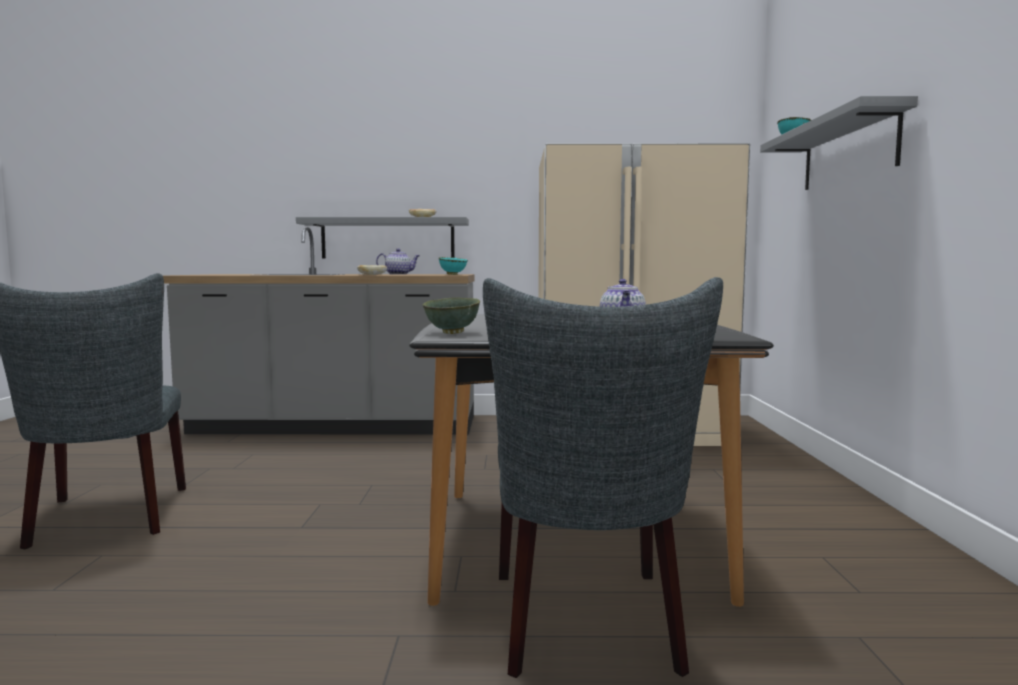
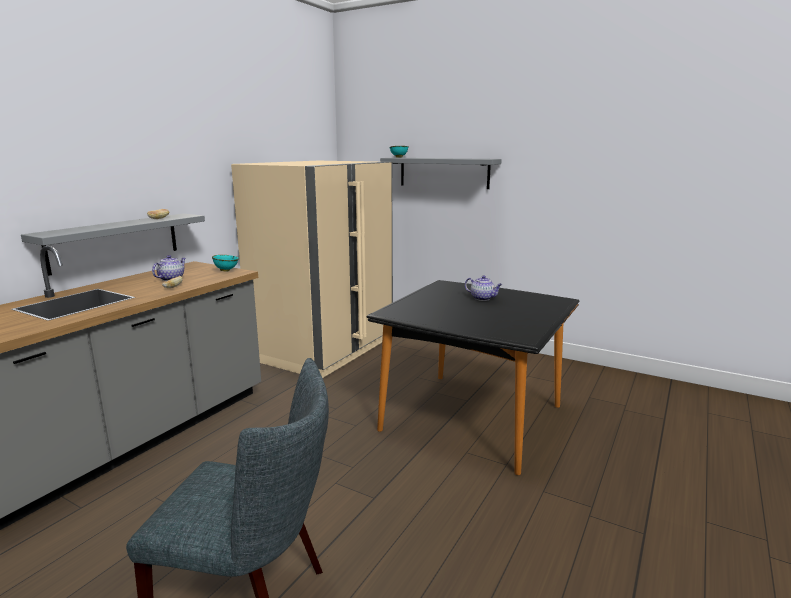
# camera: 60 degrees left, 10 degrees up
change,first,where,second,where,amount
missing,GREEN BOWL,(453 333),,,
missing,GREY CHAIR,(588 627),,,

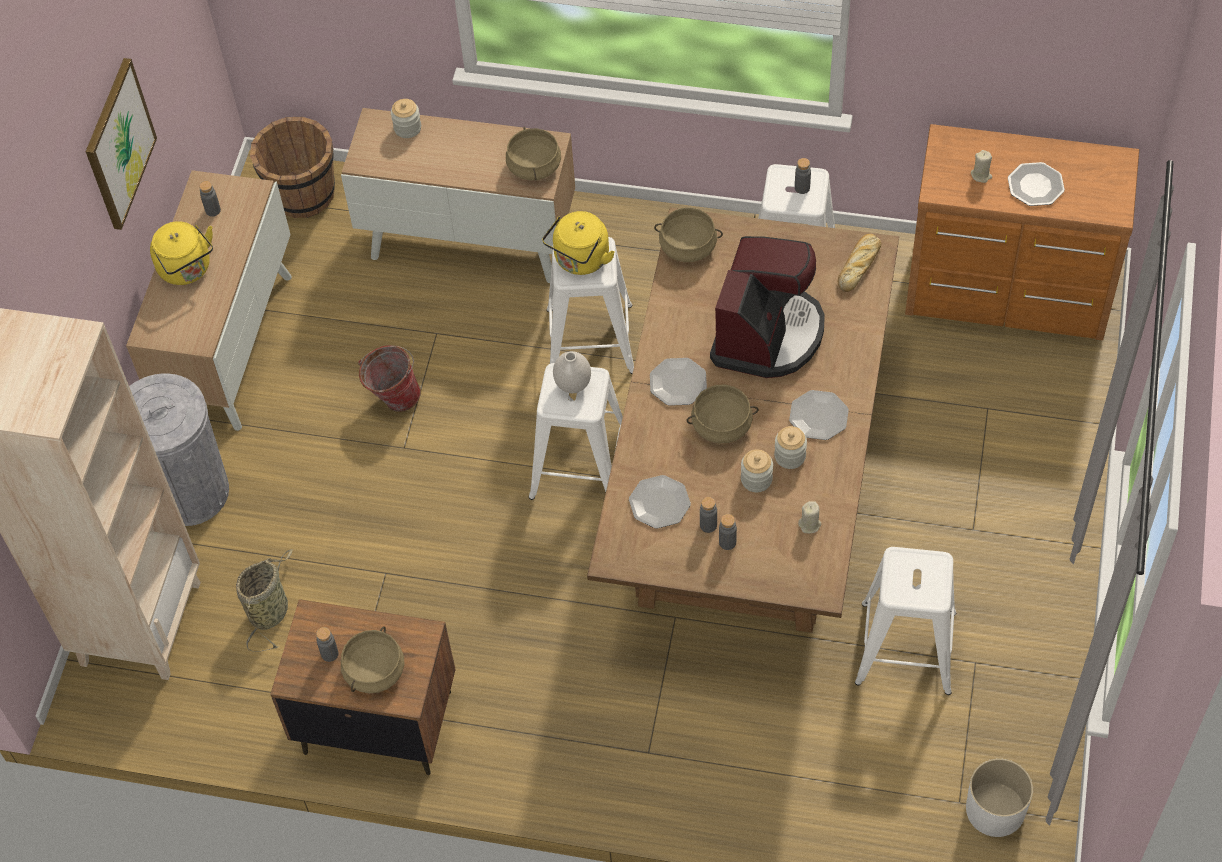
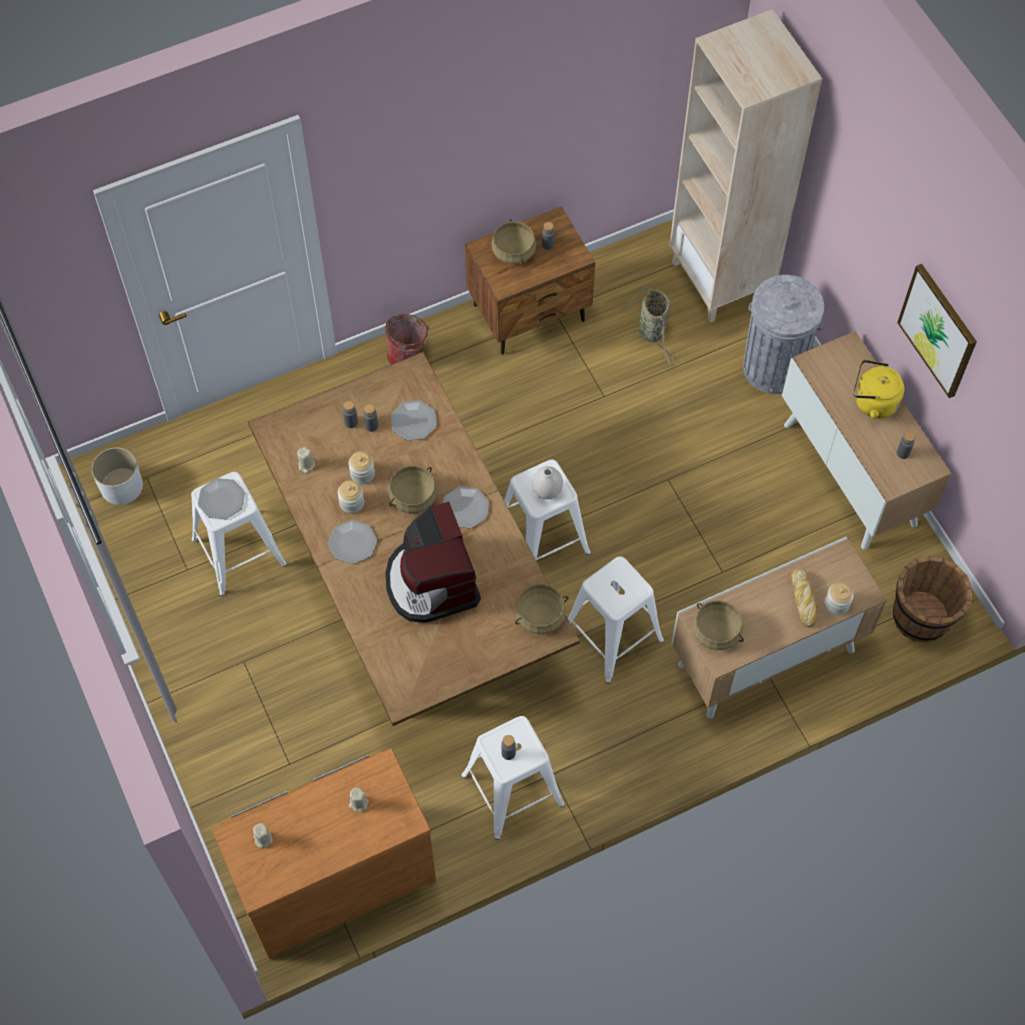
# camera: 140 degrees right, 5 degrees up
change,first,where,second,where,amount
relocated,BUCKET,(393 398),,(408 355),
missing,YELLOW KETTLE,(580 261),,,
relocated,BREAD,(859 264),,(803 600),
relocated,PLATE,(1035 185),,(221 499),
appeared,,,BEIGE CANDLE,(263 839),

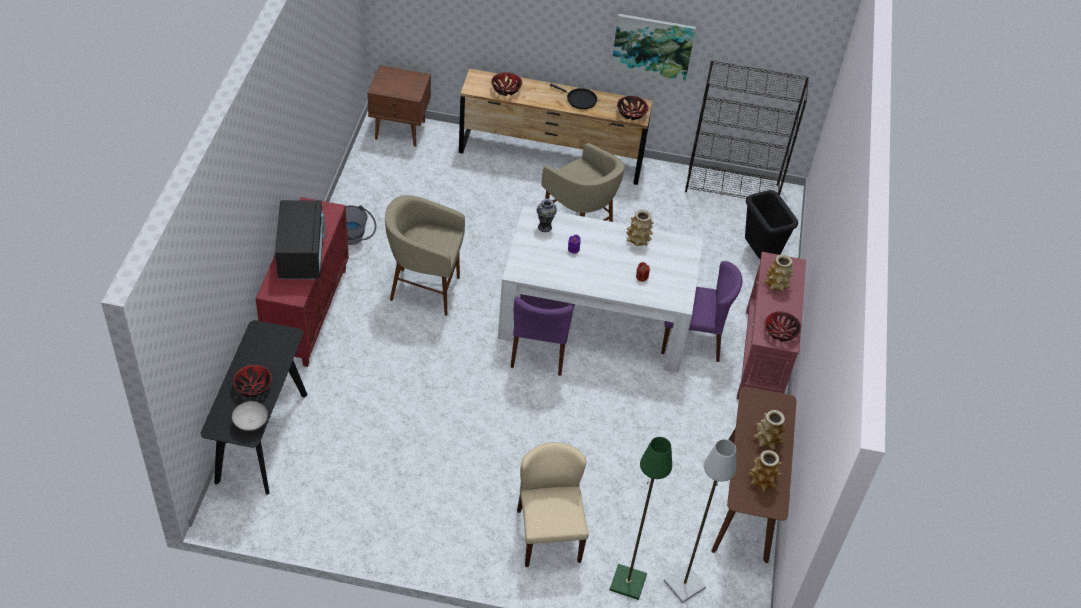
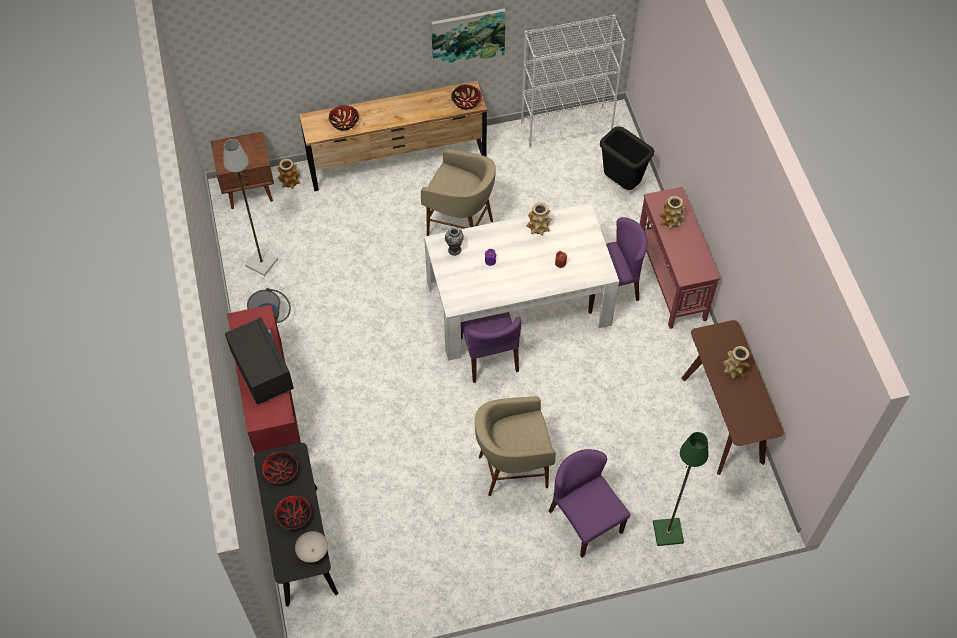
# camera: 20 degrees left, 10 degrees up
change,first,where,second,where,amount
relocated,BEIGE STOOL,(424 290),,(512 470),
colour,BEIGE CHAIR,(548 535),PURPLE CHAIR,(585 521),
missing,BLACK FRYING PAN,(579 100),,,
relocated,GREY FLOOR LAMP,(684 584),,(261 262),
colour,BLACK BOOKCASE,(732 188),WHITE BOOKCASE,(567 126),
relocated,VASE,(762 480),,(290 181),
relocated,BOWL,(780 332),,(281 472),

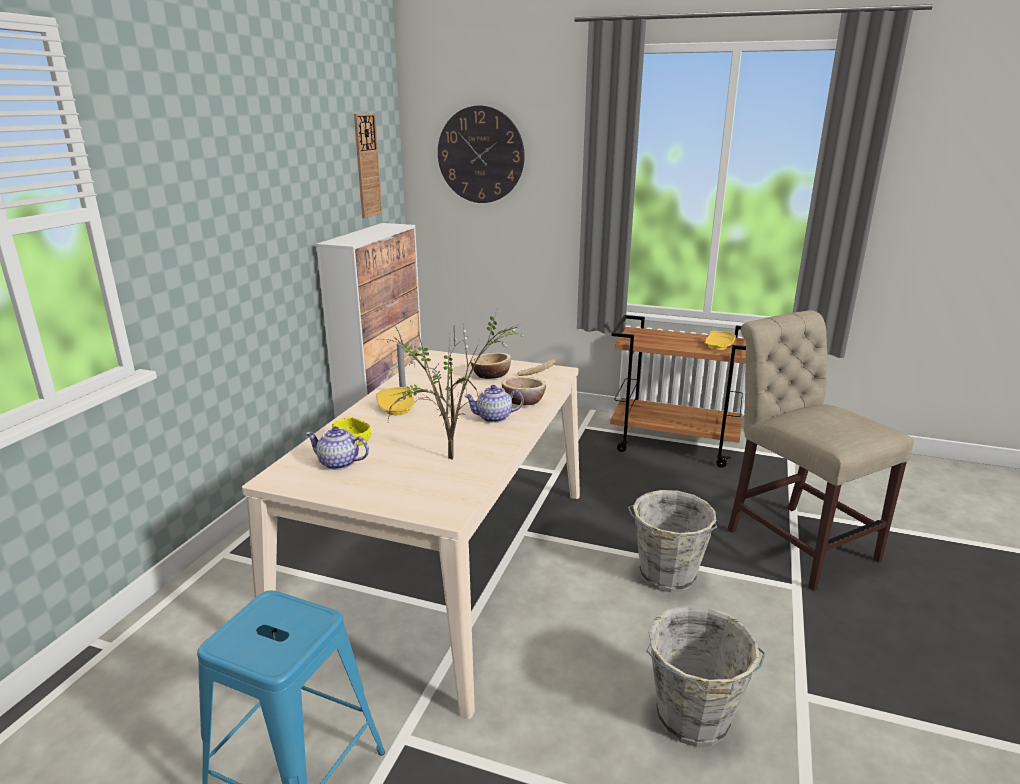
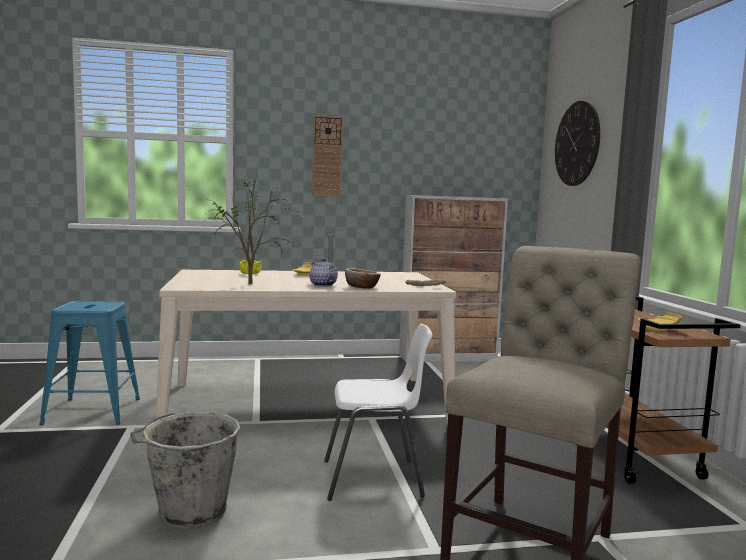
# camera: 60 degrees right, 15 degrees down
change,first,where,second,where,amount
missing,TEAPOT,(338 463),,,
relocated,WALL CLOCK,(367 165),,(327 156),
missing,BOWL,(491 375),,,
exchanged,GREY BUCKET,(666 576),WHITE CHAIR,(375 479),

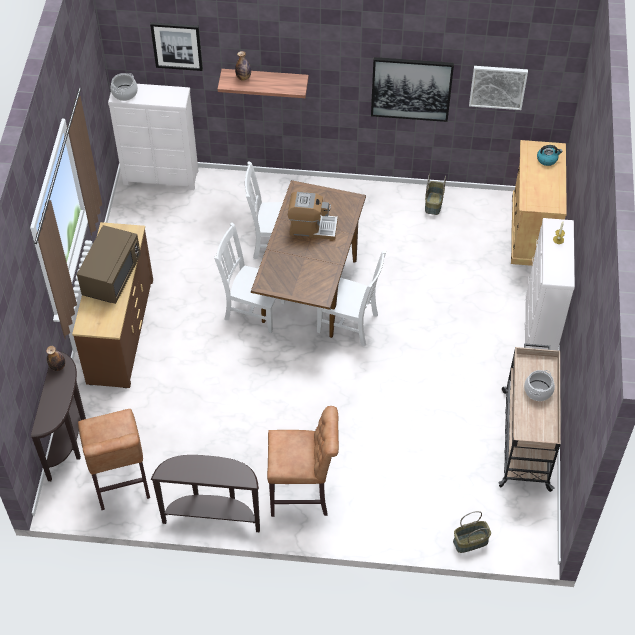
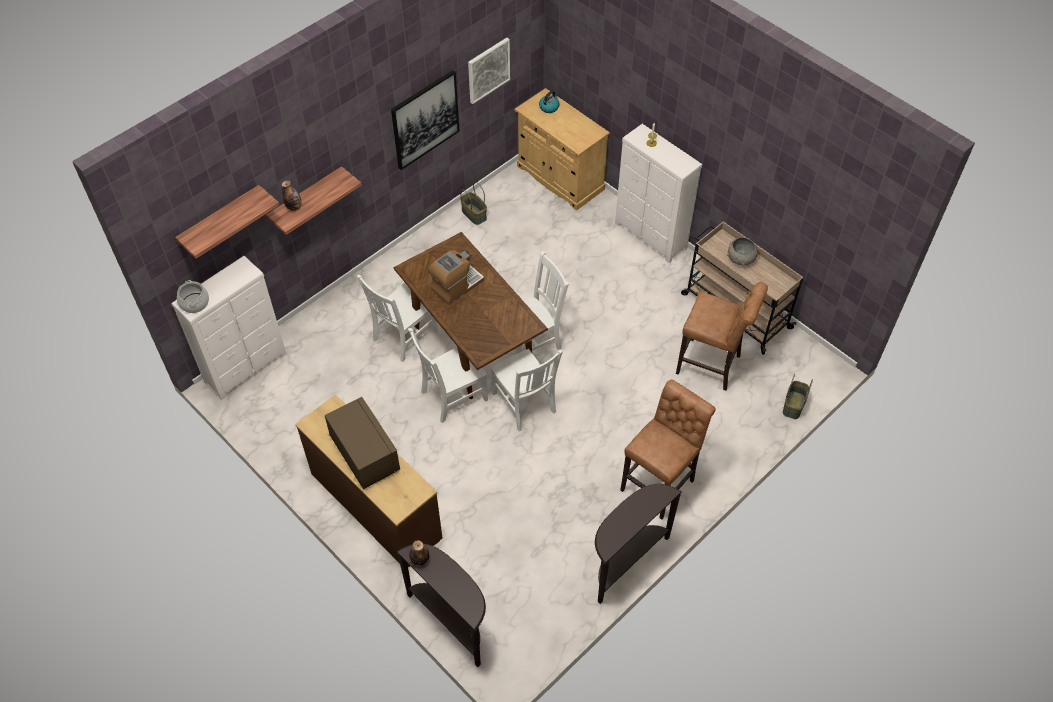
# camera: 50 degrees left, 0 degrees up
change,first,where,second,where,amount
relocated,BROWN STOOL,(121 484),,(711 366),
exchanged,PICTURE,(177 46),SHELF,(220 219),
exchanged,COOKING POT,(538 390),GREY BOWL,(741 259),
appeared,,,WHITE CHAIR,(524 404),

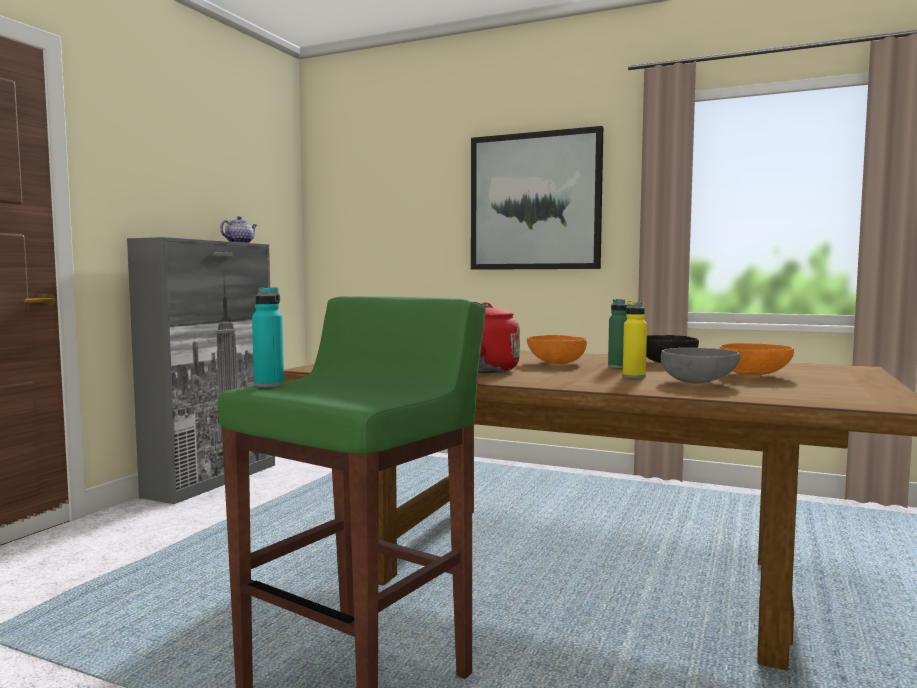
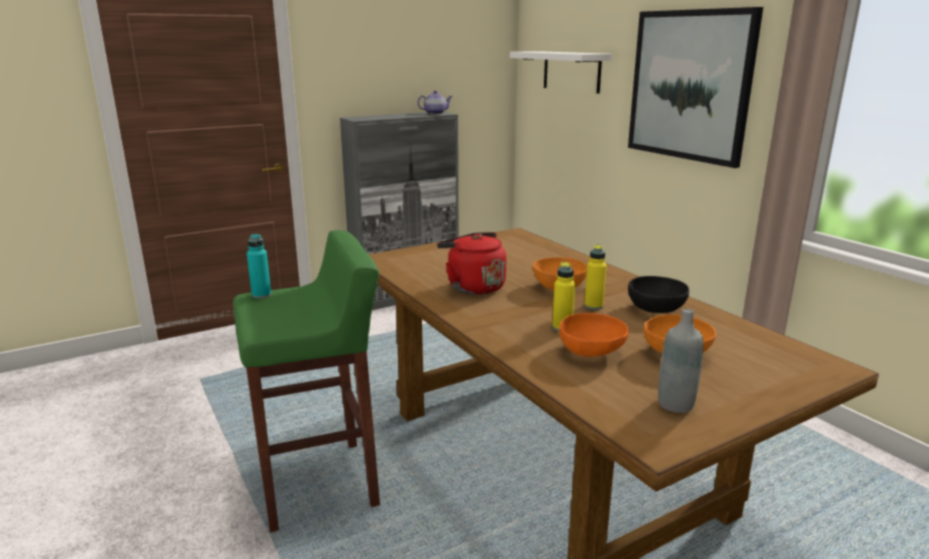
# camera: 35 degrees right, 15 degrees up
change,first,where,second,where,amount
colour,GREEN BOTTLE,(618 366),YELLOW BOTTLE,(593 306),
colour,GREY BOWL,(699 382),ORANGE BOWL,(592 352),
appeared,,,WHITE SHELF,(571 71),
appeared,,,GREY BOTTLE,(675 404),

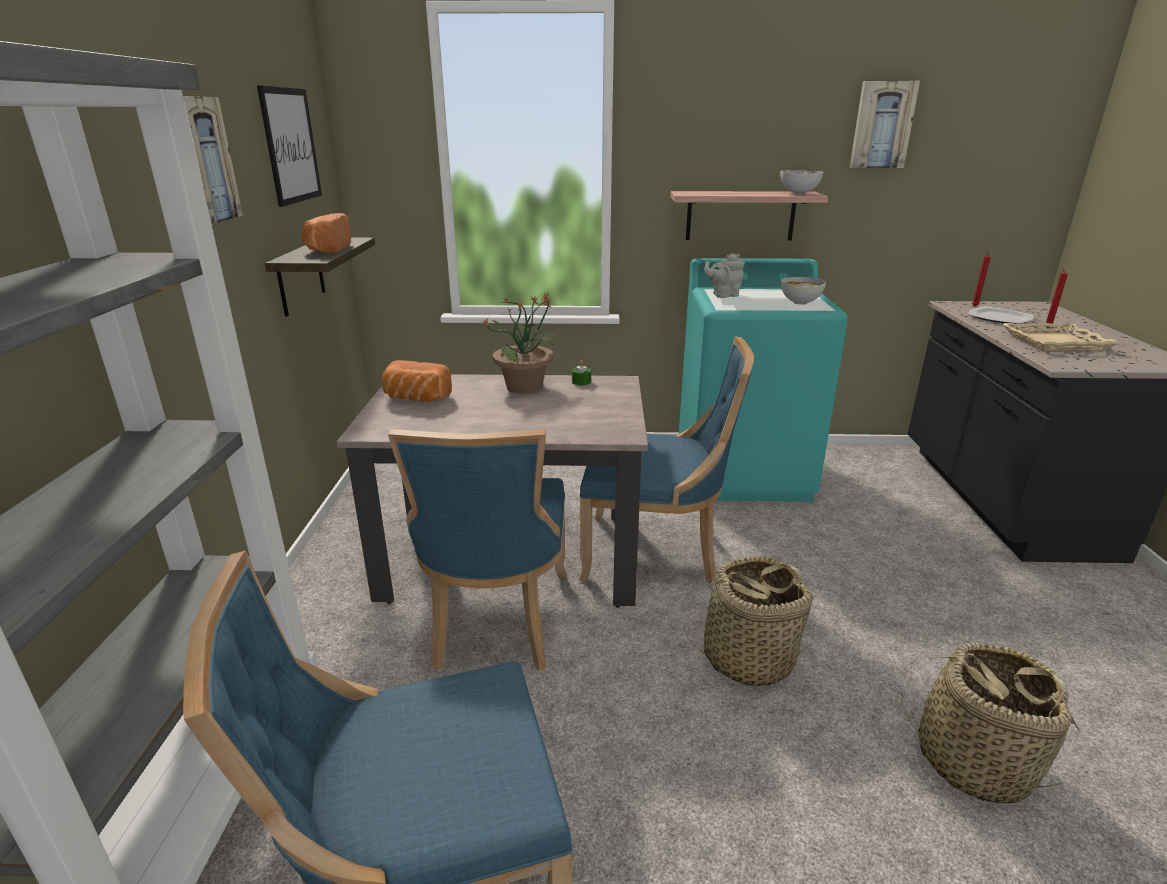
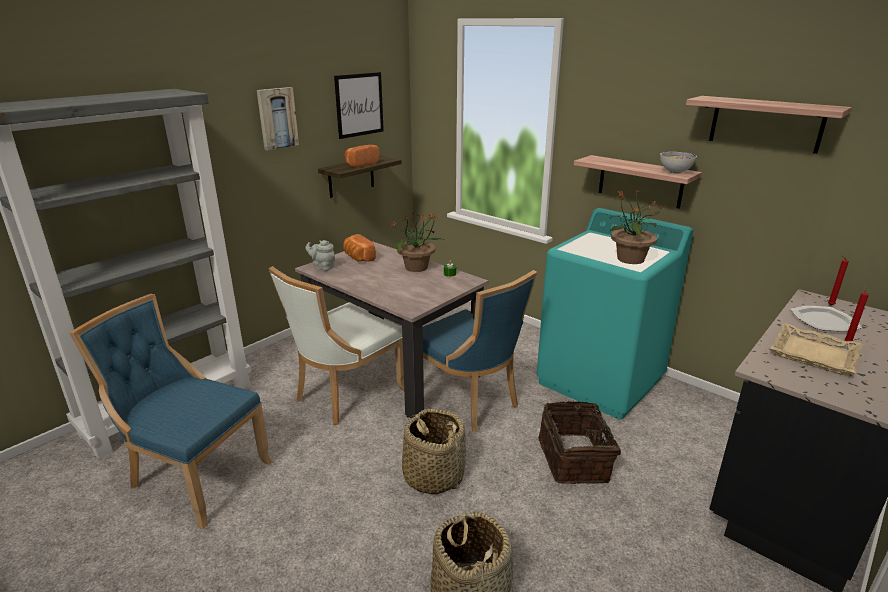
# camera: 40 degrees right, 0 degrees up
change,first,where,second,where,amount
colour,BLUE CHAIR,(496 622),WHITE CHAIR,(345 395),
relocated,GREY TEAPOT,(723 295),,(322 267),
exchanged,BOWL,(800 302),POTTED PLANT,(629 259),
exchanged,PICTURE,(882 125),SHELF,(765 124),
appeared,,,BASKET,(575 459),

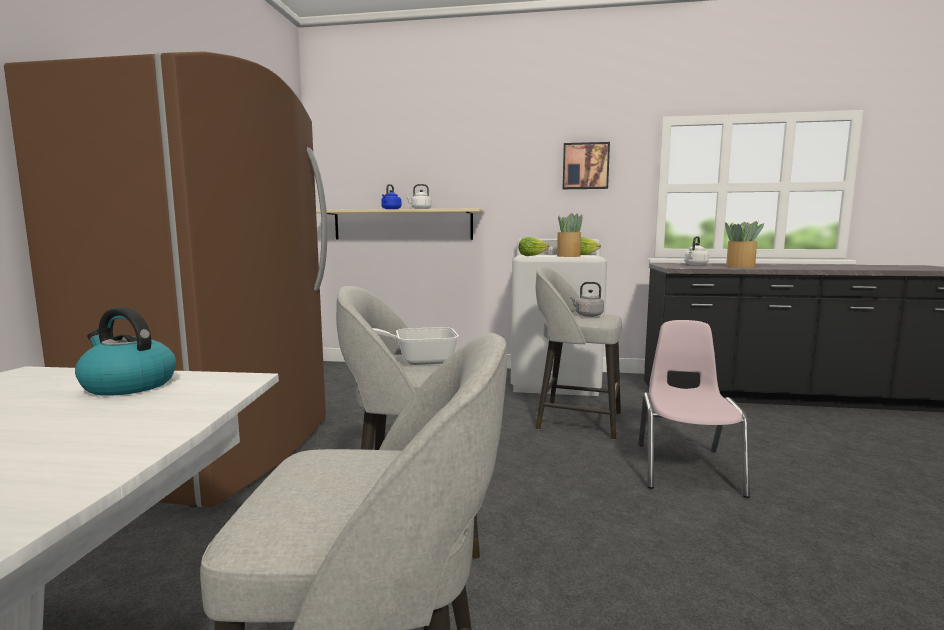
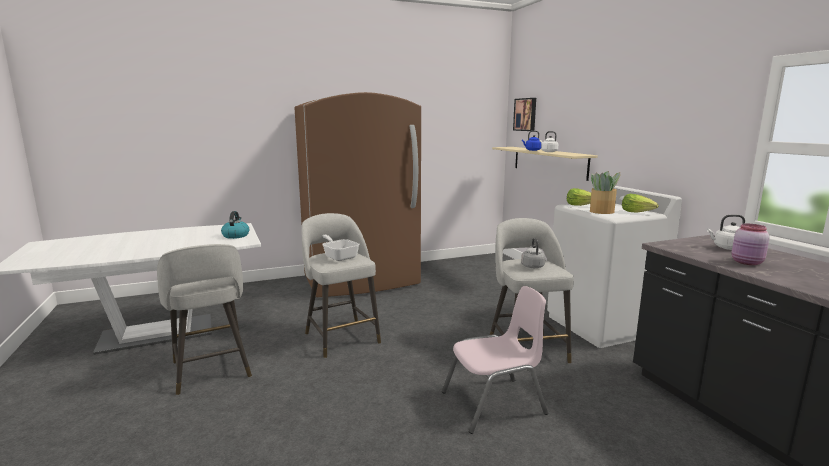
# camera: 60 degrees right, 5 degrees up
change,first,where,second,where,amount
relocated,PICTURE,(585 166),,(525 114),
exchanged,POTTED PLANT,(740 266),PINK JAR,(747 263),

